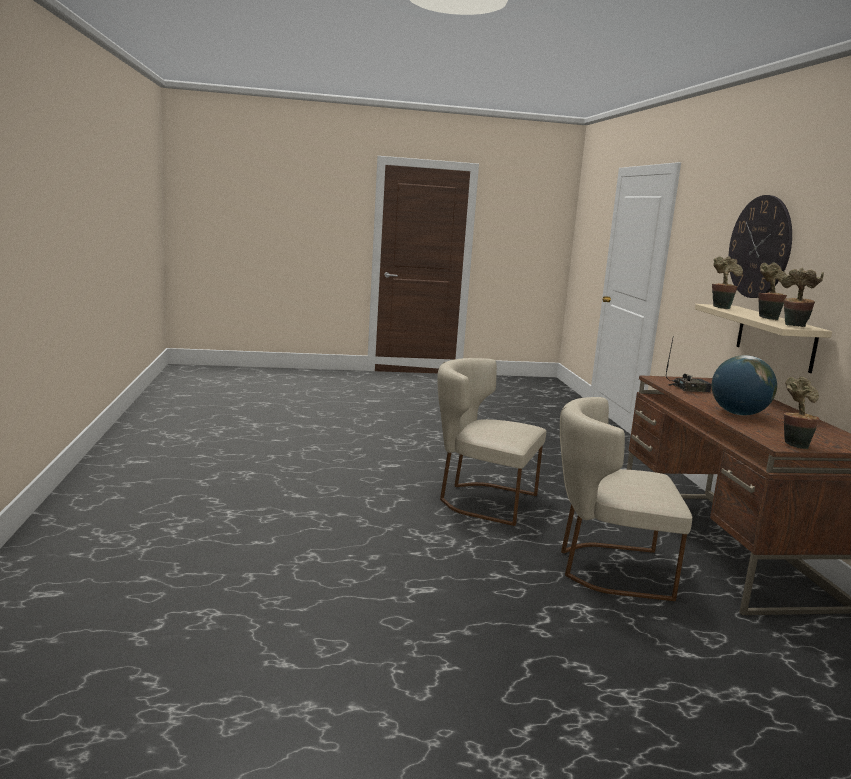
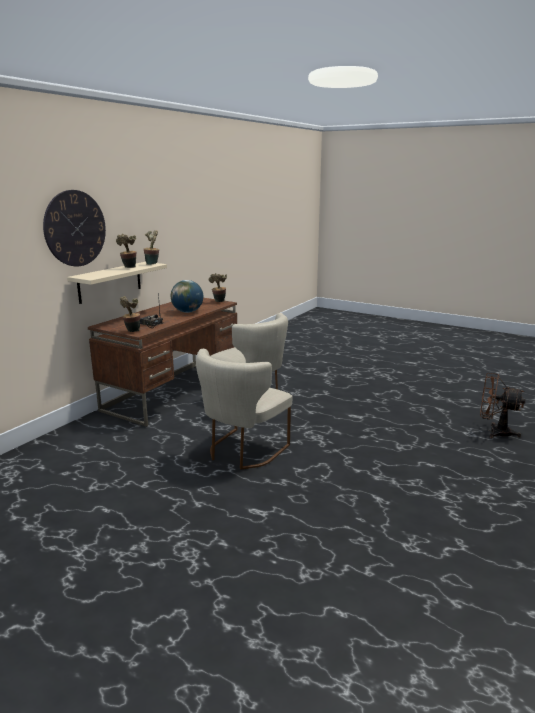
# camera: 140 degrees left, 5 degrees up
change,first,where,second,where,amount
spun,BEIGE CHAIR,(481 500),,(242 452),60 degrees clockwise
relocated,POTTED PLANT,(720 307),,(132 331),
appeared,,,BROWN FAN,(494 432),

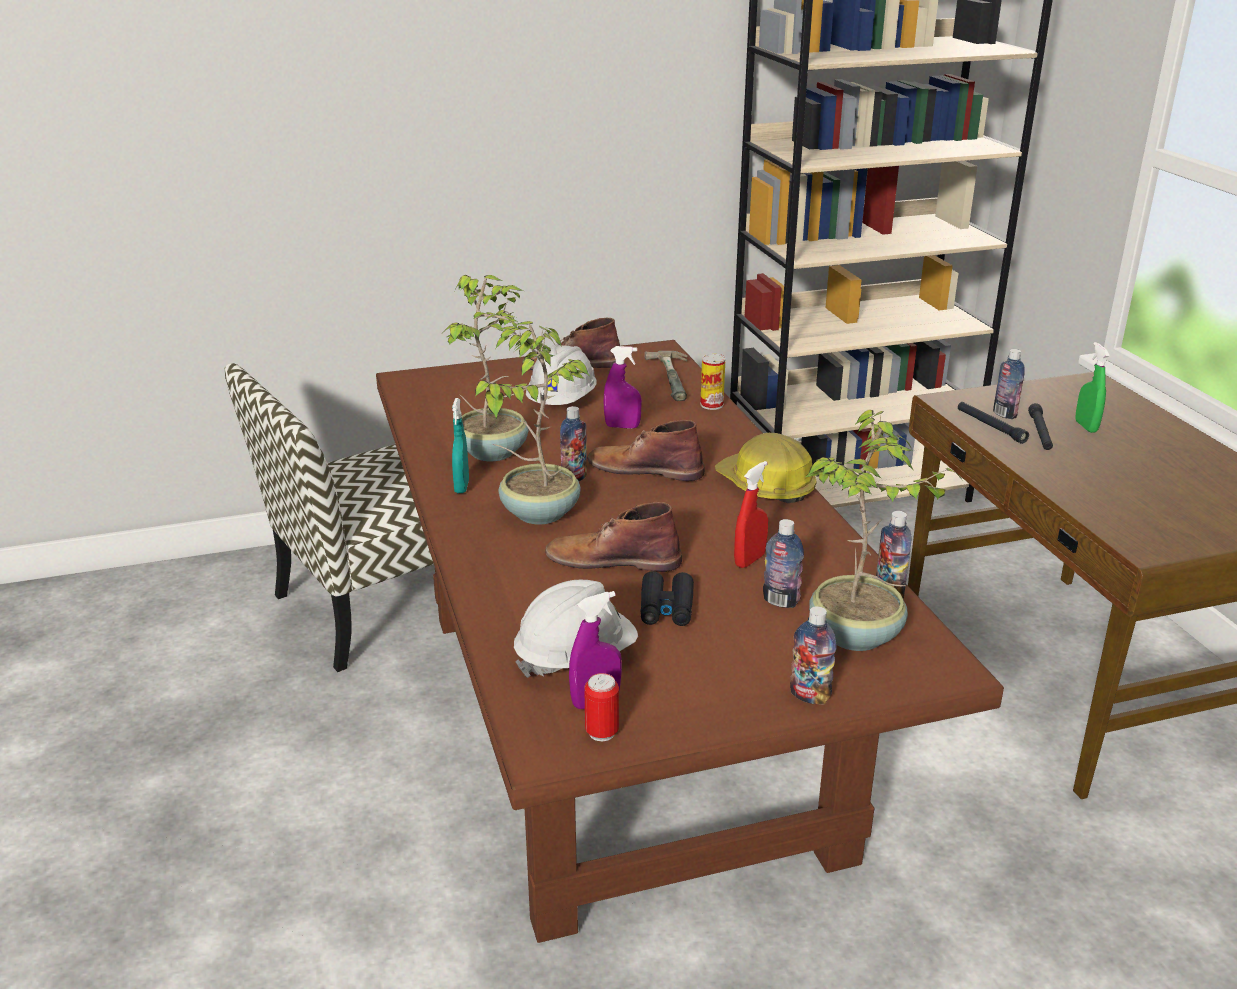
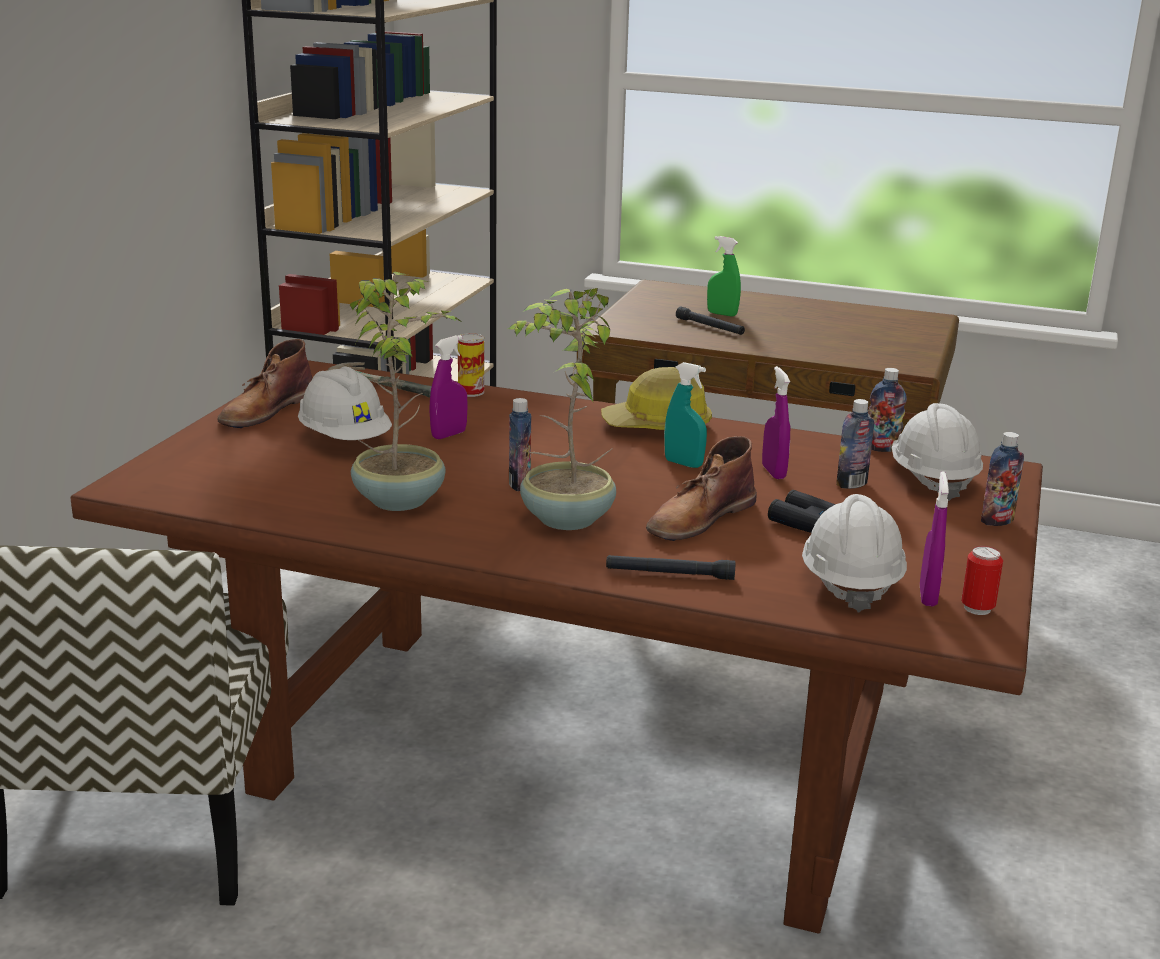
# camera: 55 degrees left, 5 degrees down
change,first,where,second,where,amount
relocated,TURQUOISE SPRAY BOTTLE,(461 487),,(683 463),
missing,BROWN BOOT,(644 468),,,
colour,RED SPRAY BOTTLE,(749 560),PURPLE SPRAY BOTTLE,(773 472),
exchanged,POTTED PLANT,(856 637),WHITE HARD HAT,(932 479),
relocated,BLACK FLASHLIGHT,(990 427),,(669 574),
missing,BOTTLE,(1004 414),,,

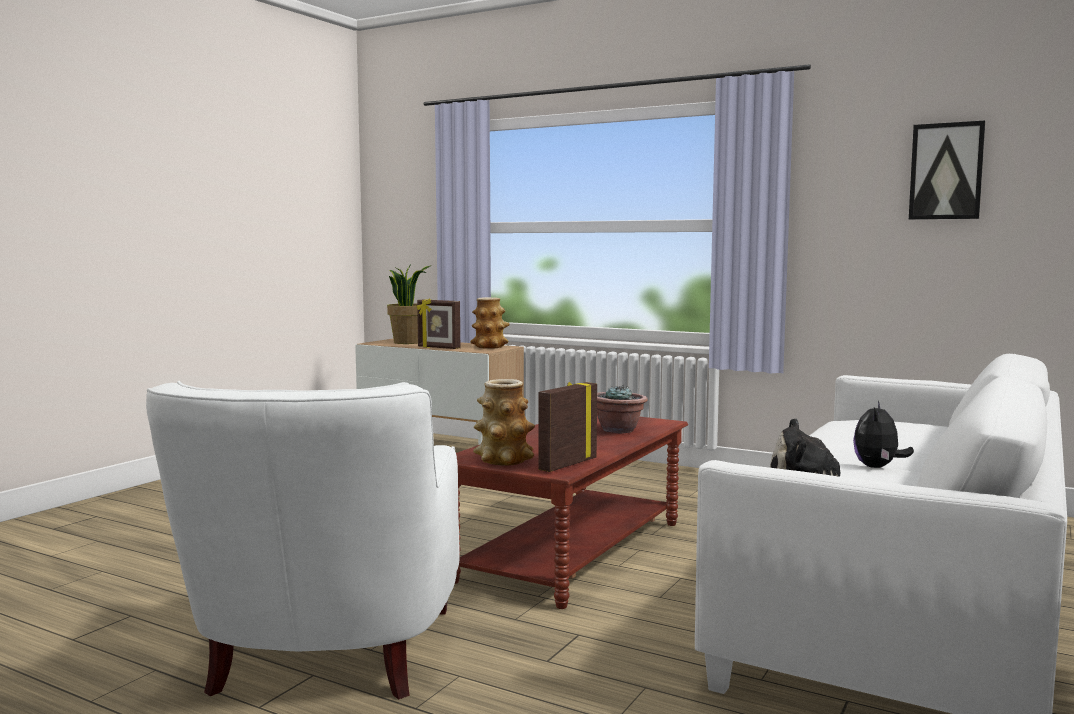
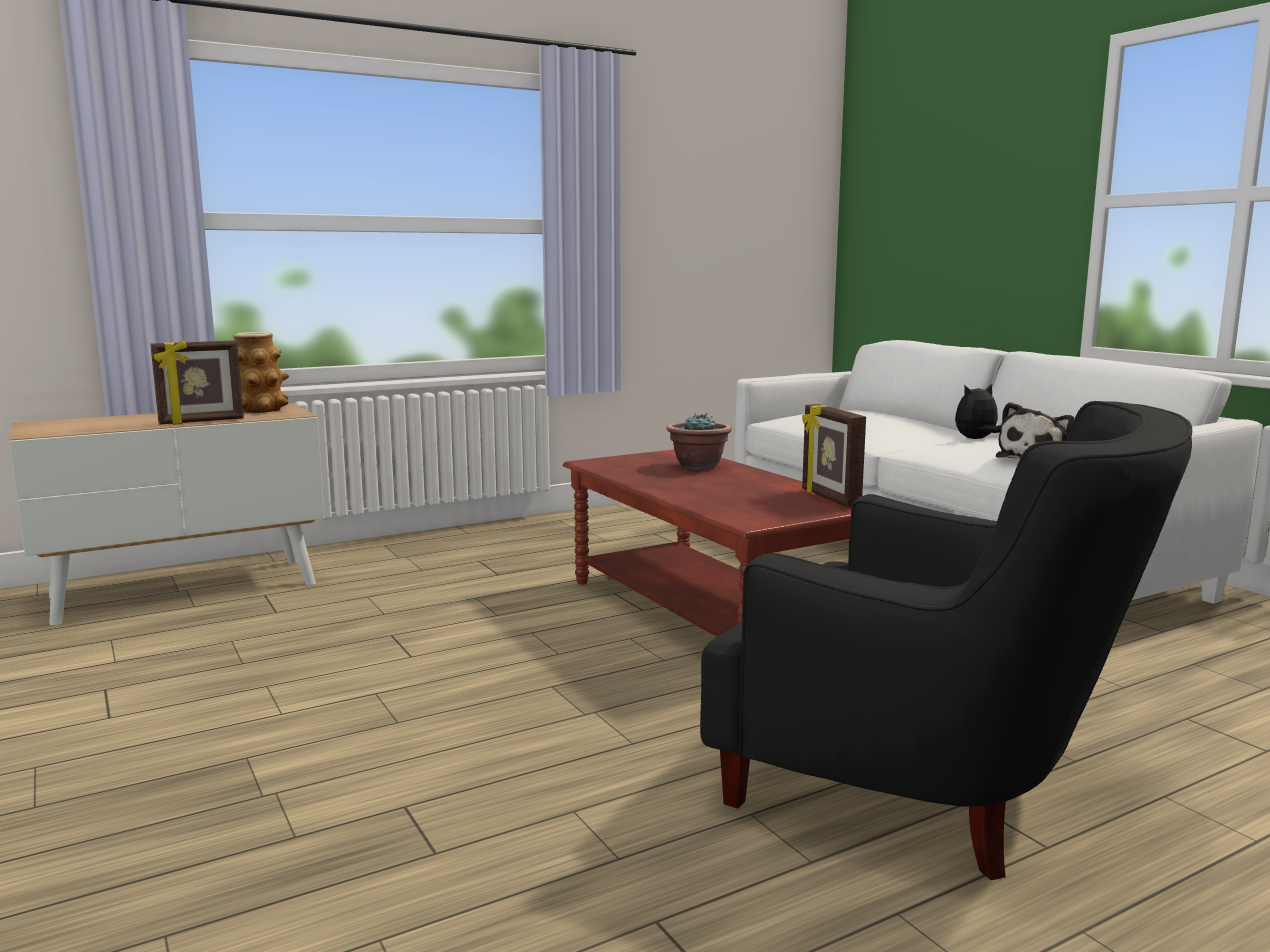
# camera: 60 degrees left, 5 degrees up
change,first,where,second,where,amount
colour,WHITE ARMCHAIR,(326 658),BLACK ARMCHAIR,(926 787),
missing,POTTED PLANT,(408 342),,,
missing,VASE,(504 460),,,
spun,PLUSH TOY,(878 467),,(976 439),105 degrees clockwise
missing,PICTURE,(946 171),,,

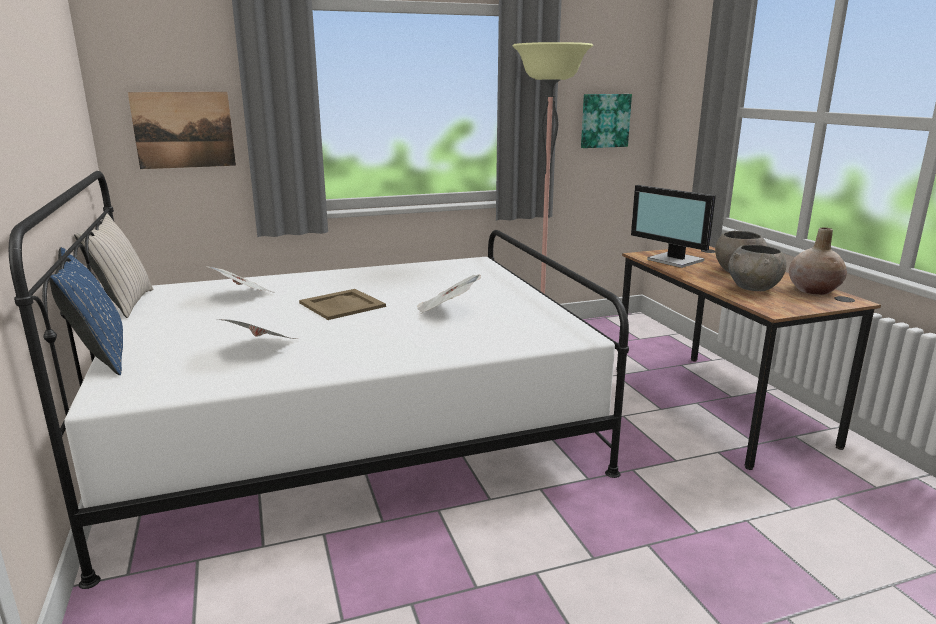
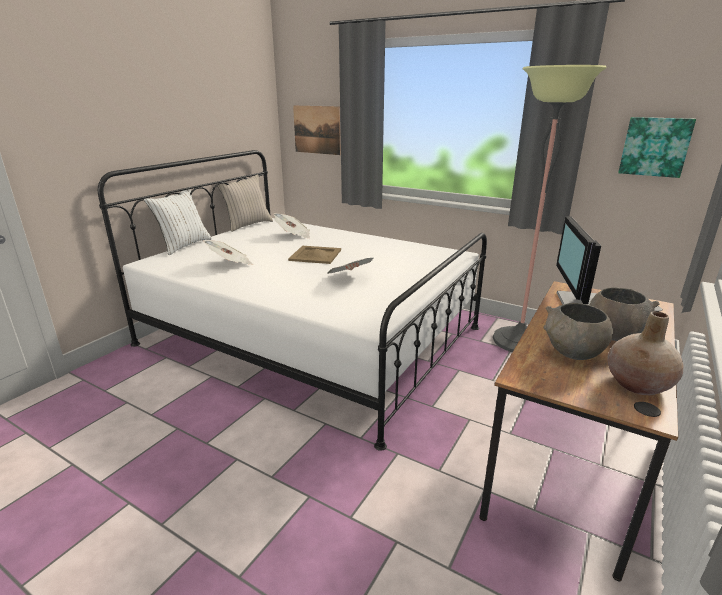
# camera: 50 degrees right, 5 degrees up
change,first,where,second,where,amount
colour,BLUE PILLOW,(99 358),WHITE PILLOW,(184 246),

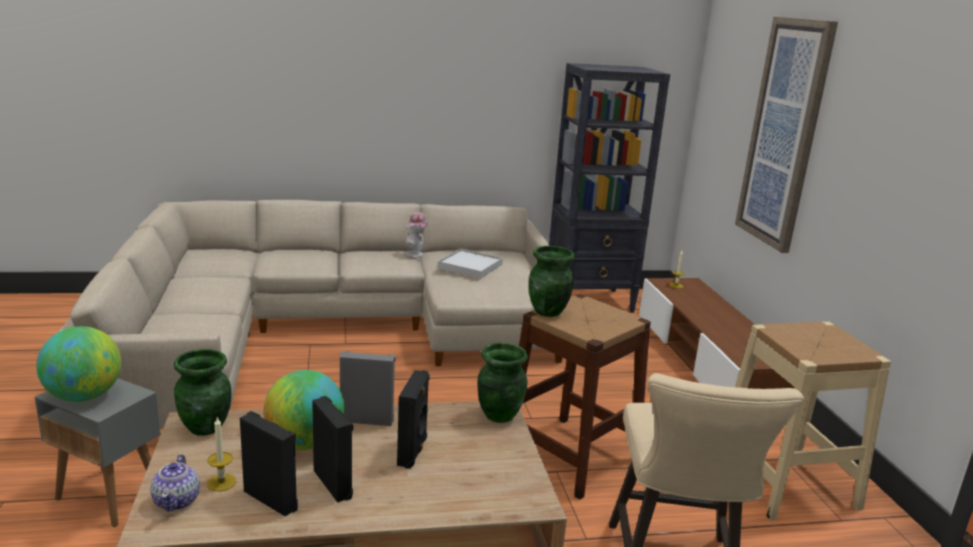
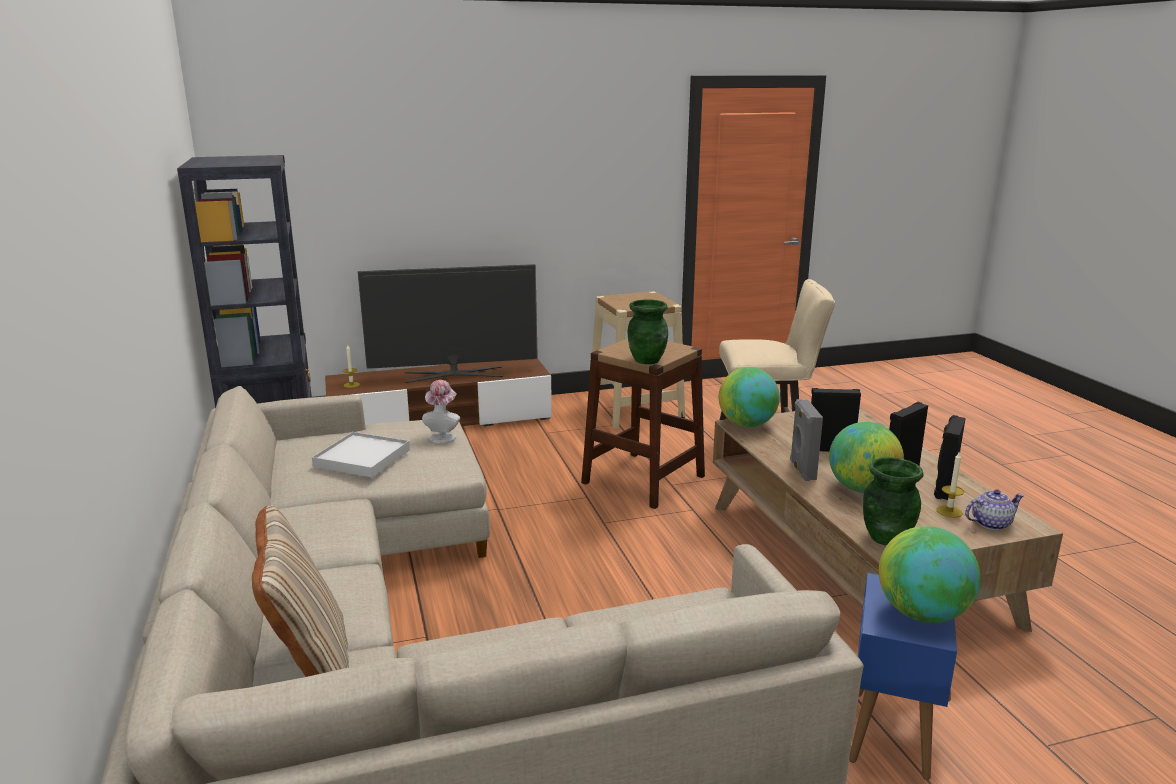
# camera: 95 degrees left, 0 degrees up
change,first,where,second,where,amount
colour,GREY SIDE TABLE,(110 497),BLUE SIDE TABLE,(890 732),
relocated,HAT,(416 254),,(443 436),
exchanged,GREEN VASE,(498 415),GLOBE,(746 424),
missing,PICTURE,(784 134),,,
appeared,,,BEIGE PILLOW,(311 668),
appeared,,,TELEVISION,(454 374),

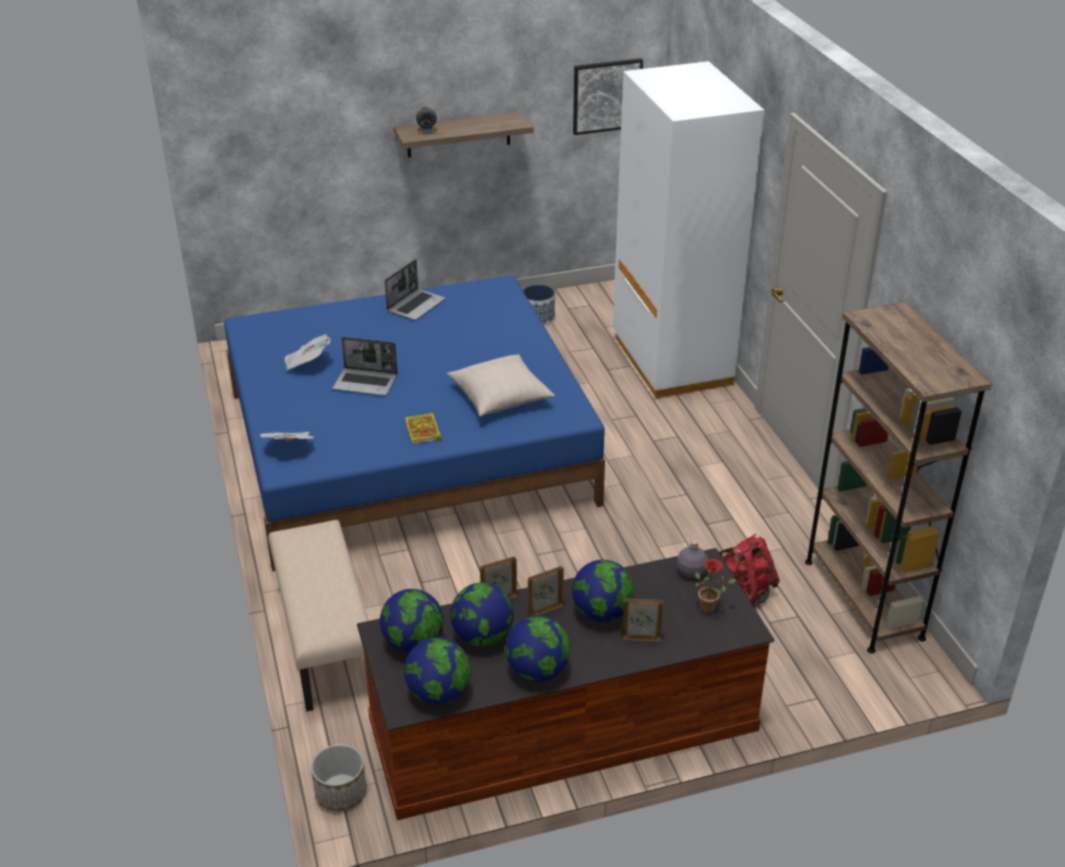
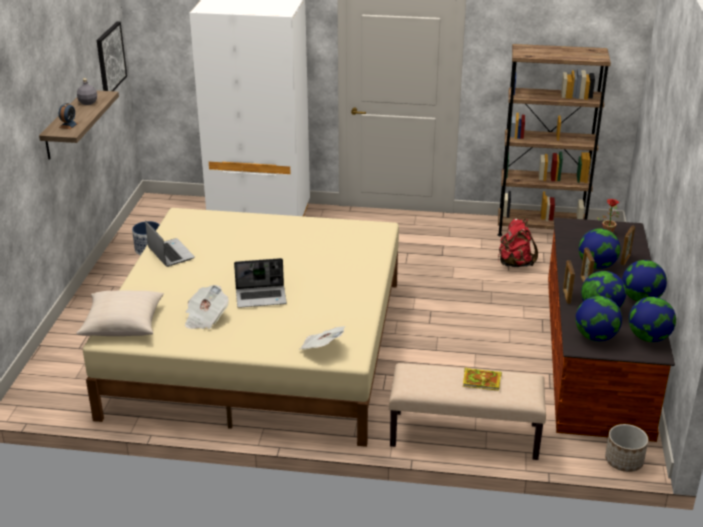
# camera: 65 degrees left, 5 degrees down
change,first,where,second,where,amount
colour,BLUE BED,(408 446),BEIGE BED,(259 346),
spun,LAPTOP,(366 383),,(261 297),45 degrees clockwise
relocated,BOOK,(424 431),,(482 381),
relocated,BEIGE PILLOW,(500 397),,(123 324),
relocated,GREY BOTTLE,(691 572),,(88 103),

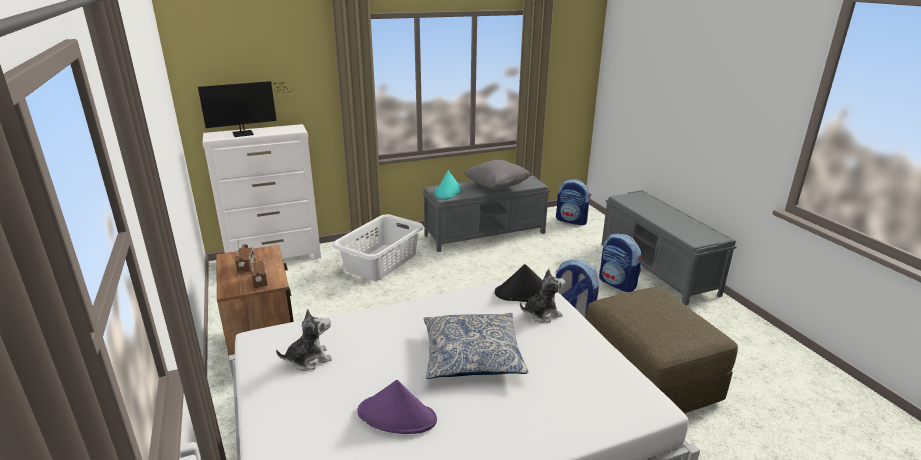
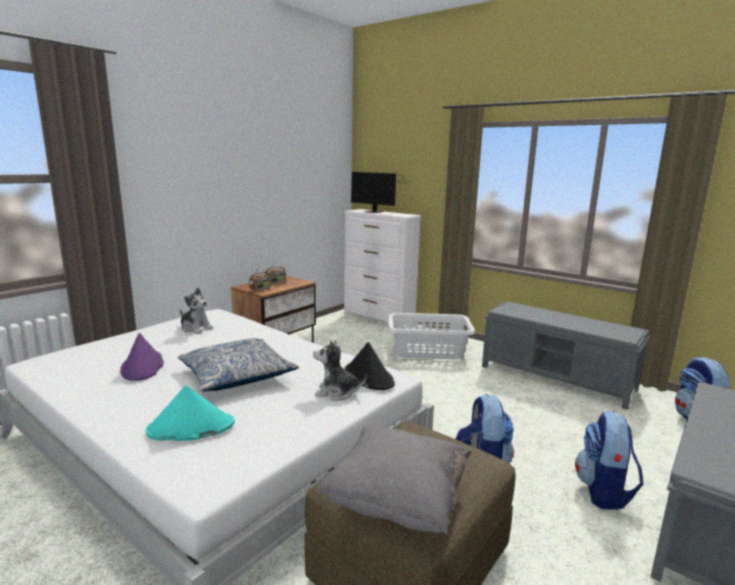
# camera: 60 degrees right, 10 degrees down
change,first,where,second,where,amount
relocated,TURQUOISE HAT,(448 191),,(190 428),
relocated,GREY PILLOW,(496 187),,(397 502),
spun,PLUSH TOY,(541 314),,(337 392),150 degrees clockwise

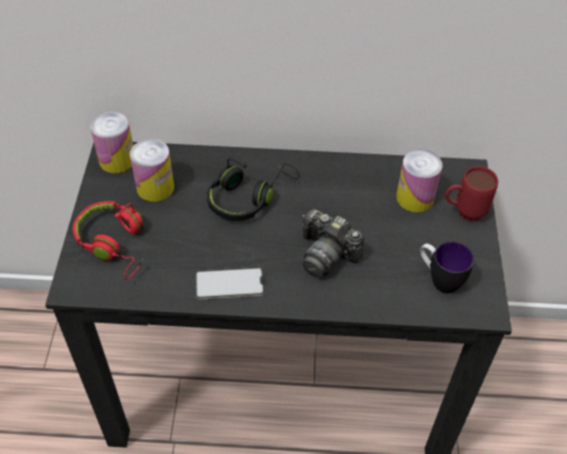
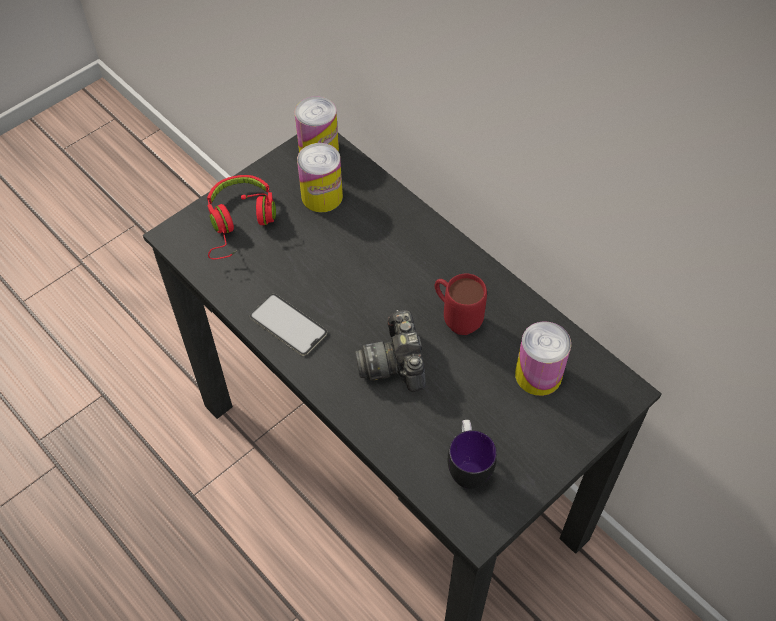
# camera: 45 degrees right, 5 degrees up
change,first,where,second,where,amount
missing,BLACK HEADPHONES,(248 197),,,
relocated,RED MUG,(463 212),,(456 319),

